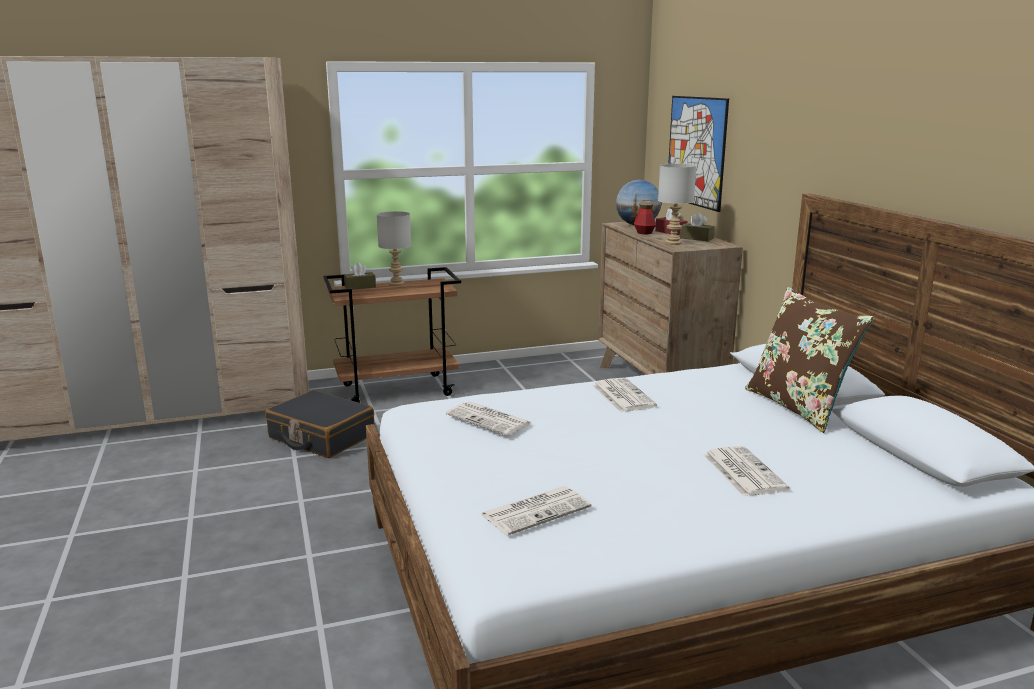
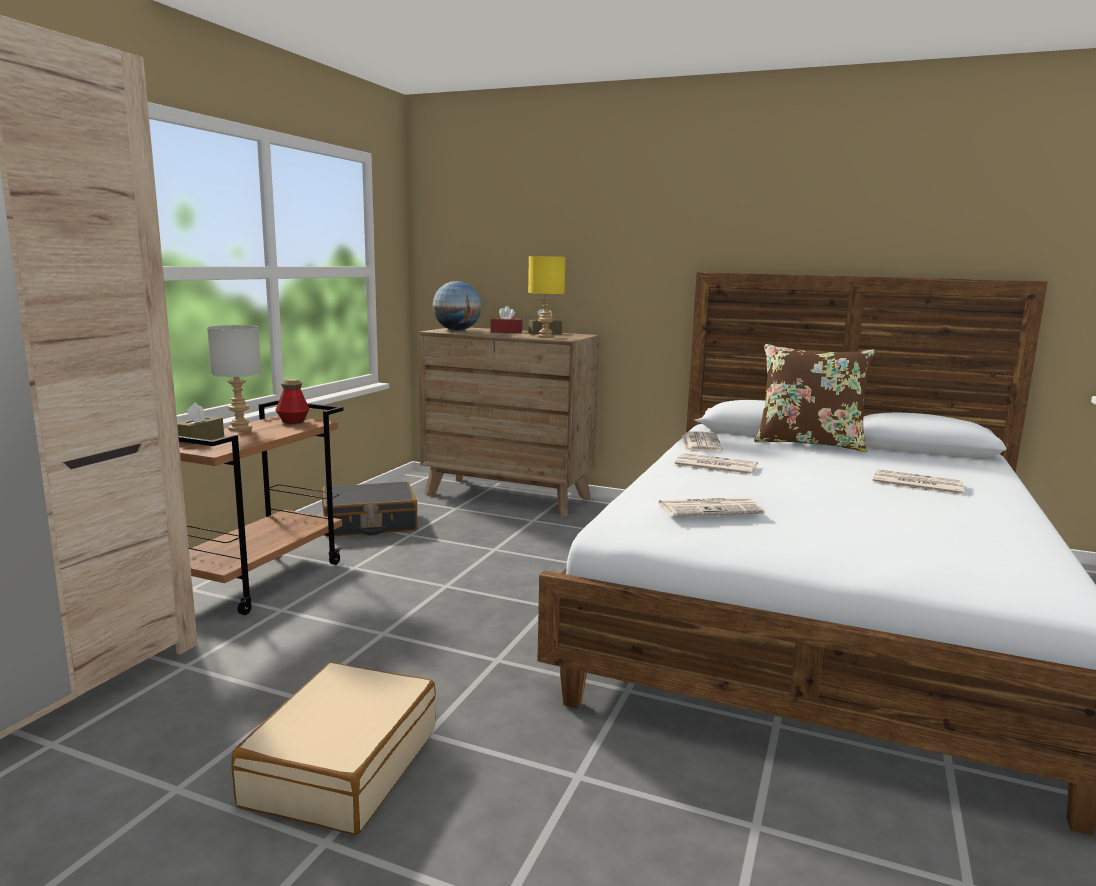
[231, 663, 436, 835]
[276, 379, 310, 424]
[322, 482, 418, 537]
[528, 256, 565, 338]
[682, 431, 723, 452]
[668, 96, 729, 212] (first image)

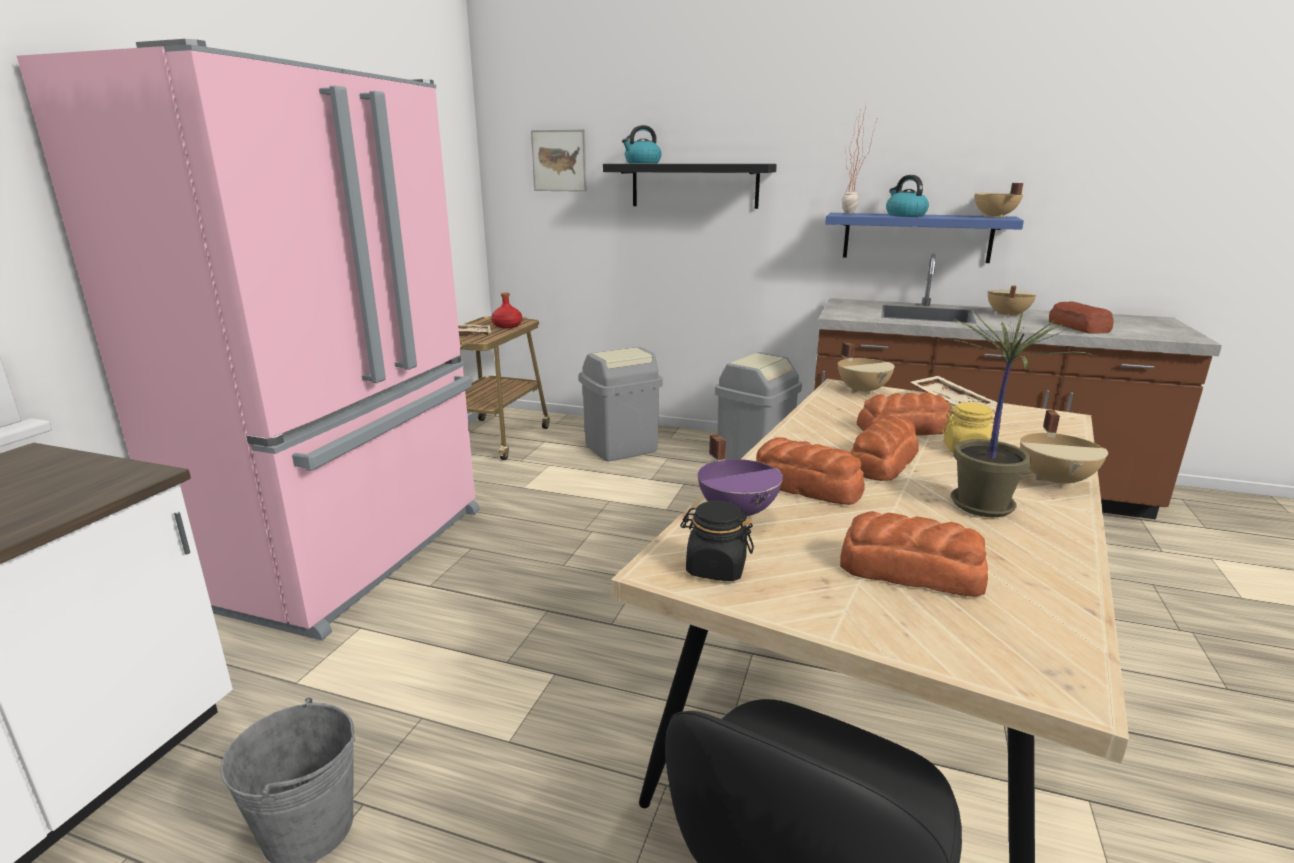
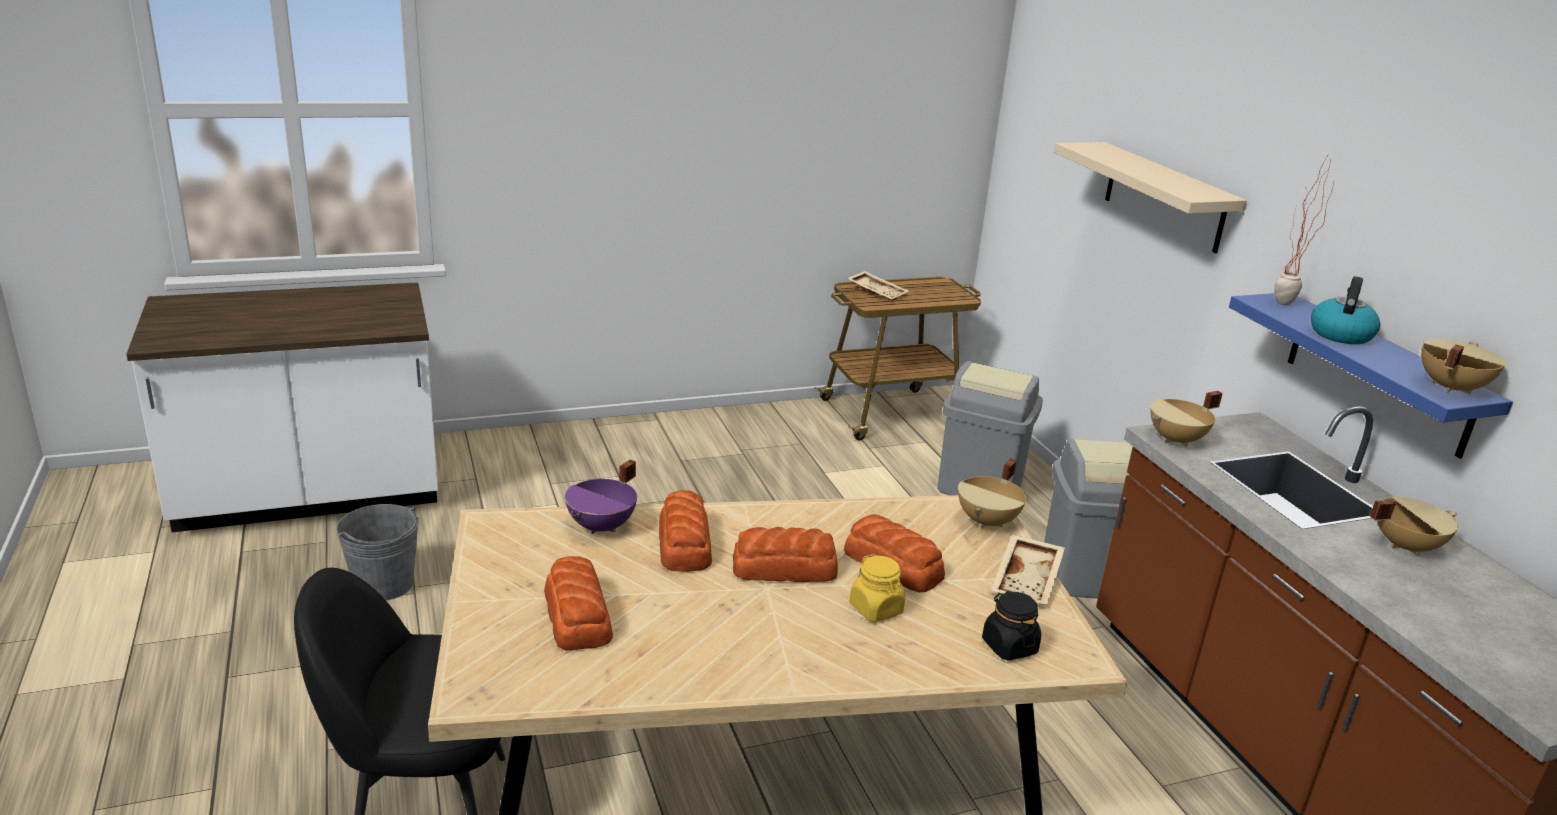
[982, 591, 1041, 660]
[1054, 142, 1247, 253]
[1150, 391, 1223, 447]
[17, 39, 480, 640] (first image)
[491, 293, 522, 328] (first image)
[531, 129, 587, 192] (first image)
[622, 125, 662, 163] (first image)
[948, 312, 1099, 517] (first image)
[1049, 302, 1114, 334] (first image)

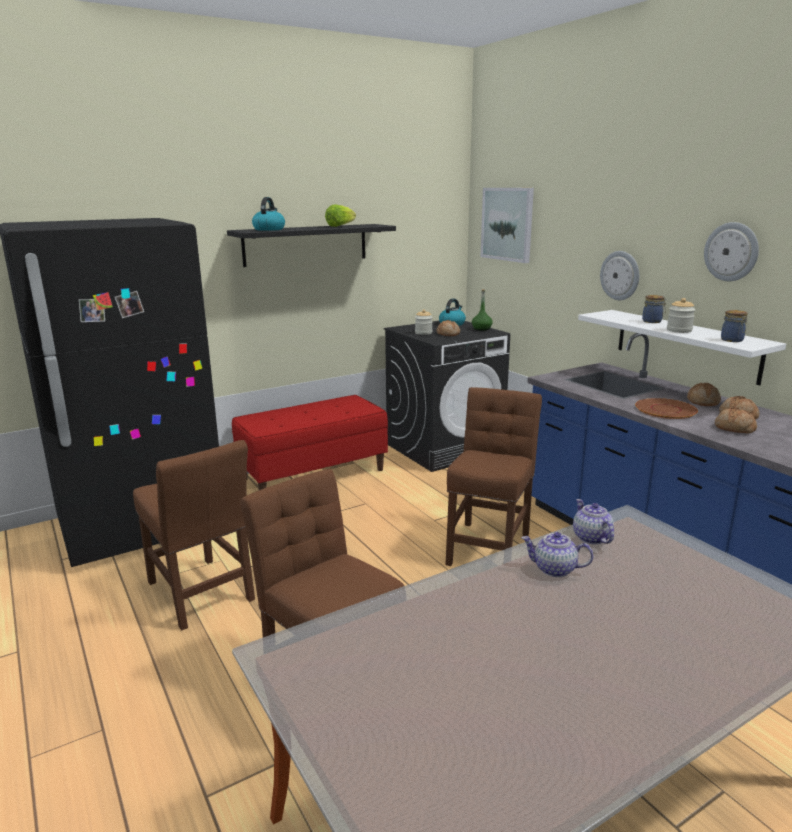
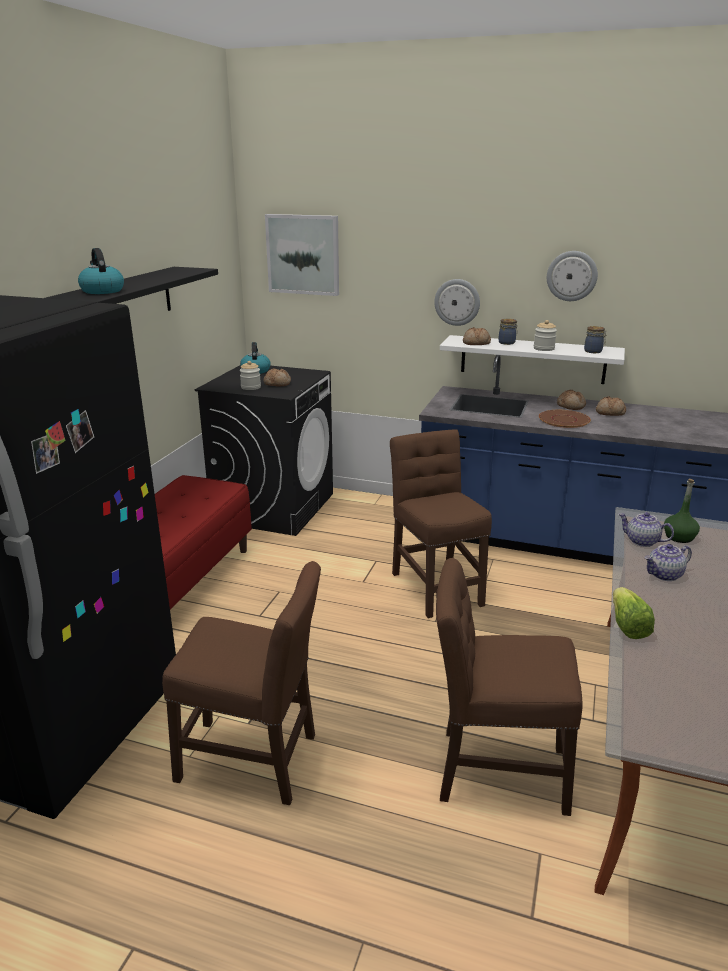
[463, 327, 491, 345]
[613, 587, 655, 639]
[664, 479, 700, 543]

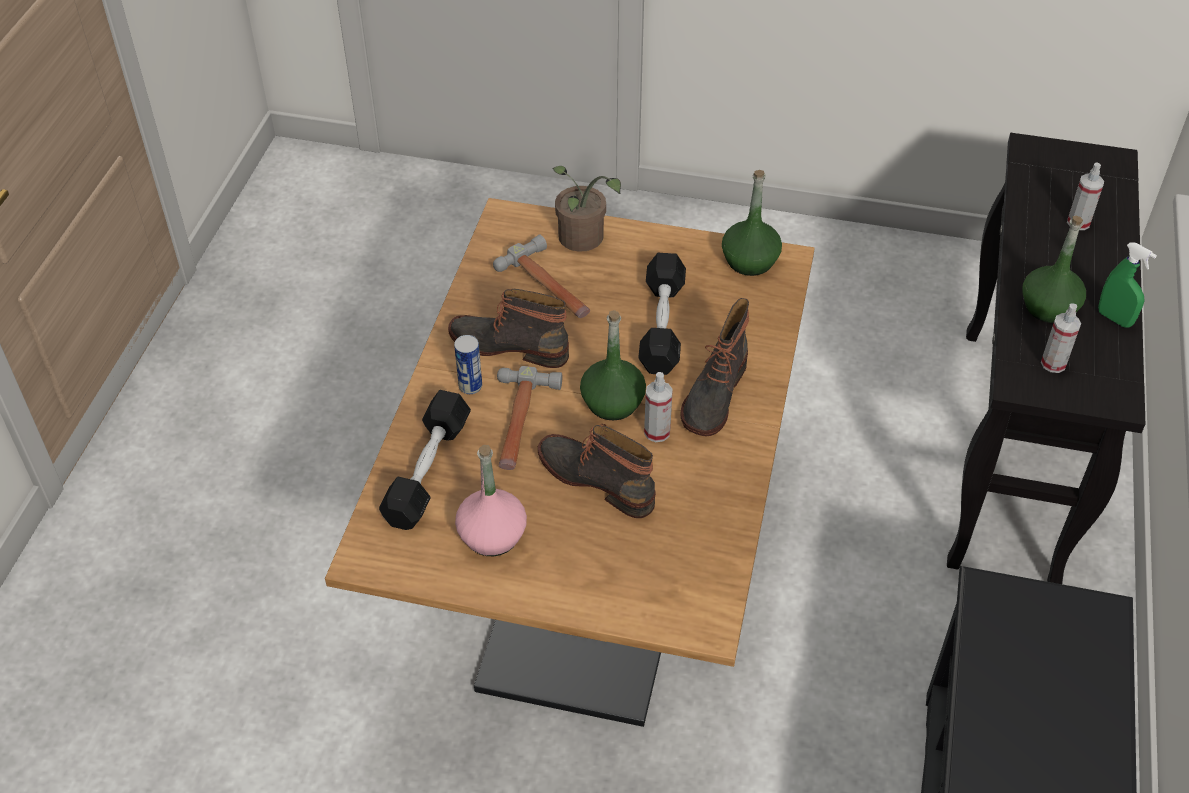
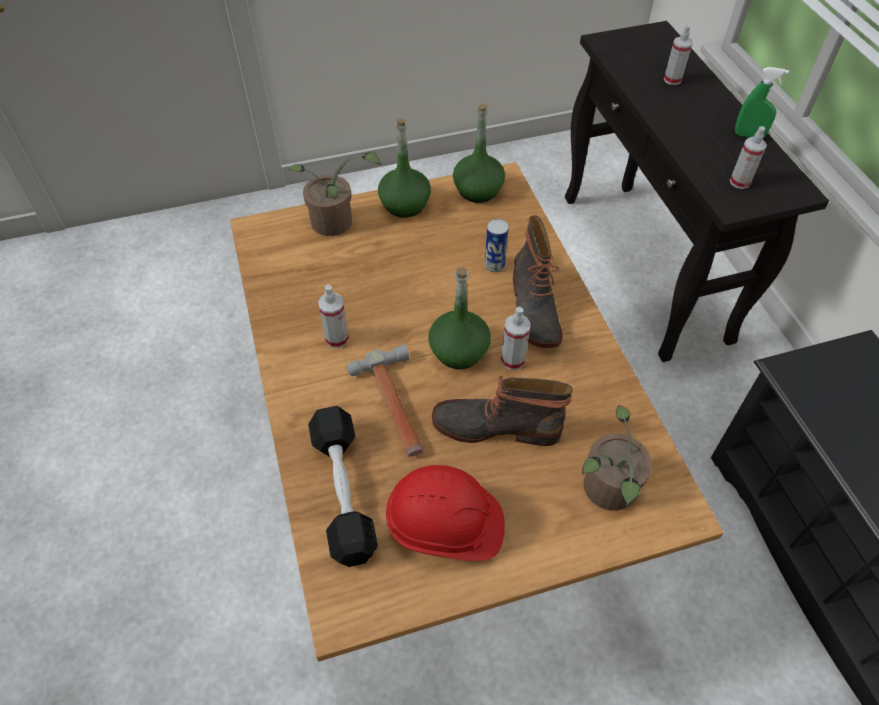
[318, 285, 349, 348]
[378, 118, 431, 218]
[386, 465, 505, 561]
[484, 219, 509, 272]
[582, 406, 652, 511]
[493, 235, 590, 318] (first image)
[638, 253, 686, 375] (first image)

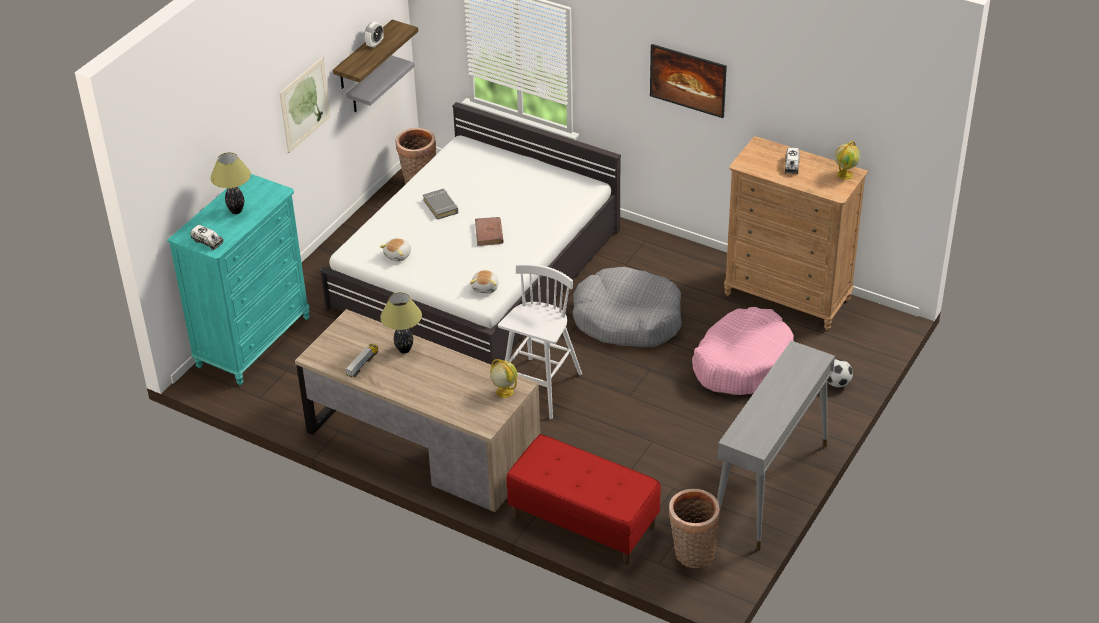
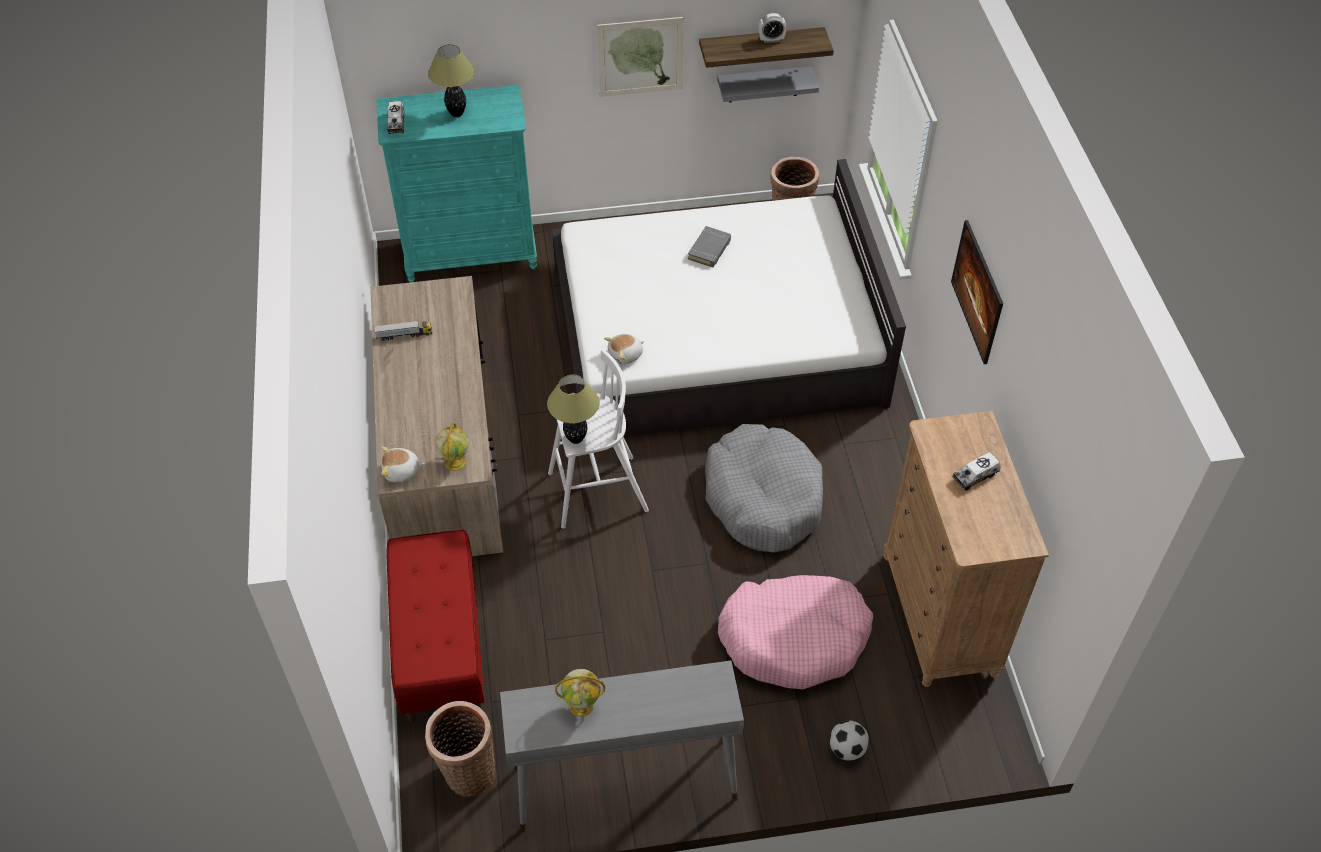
[381, 447, 424, 482]
[547, 374, 600, 444]
[555, 669, 605, 717]
[475, 217, 504, 246] (first image)

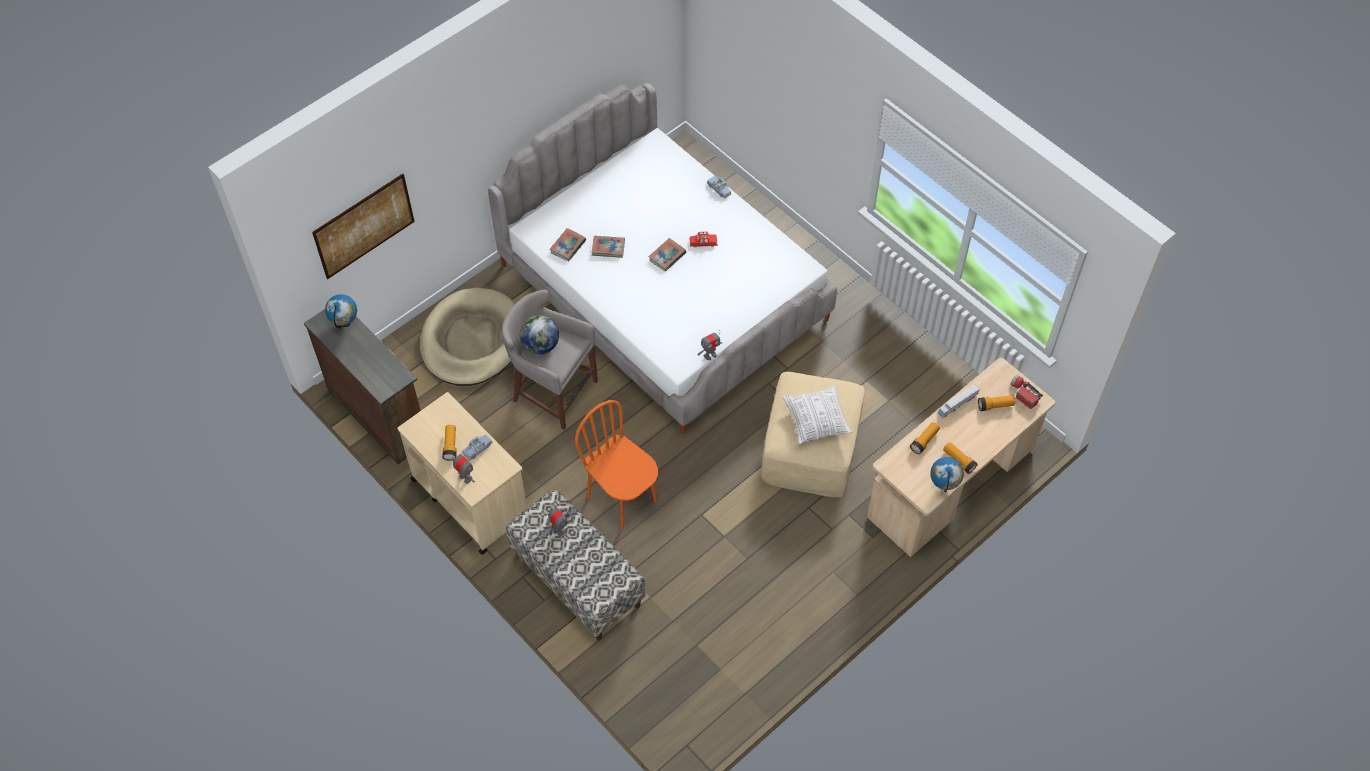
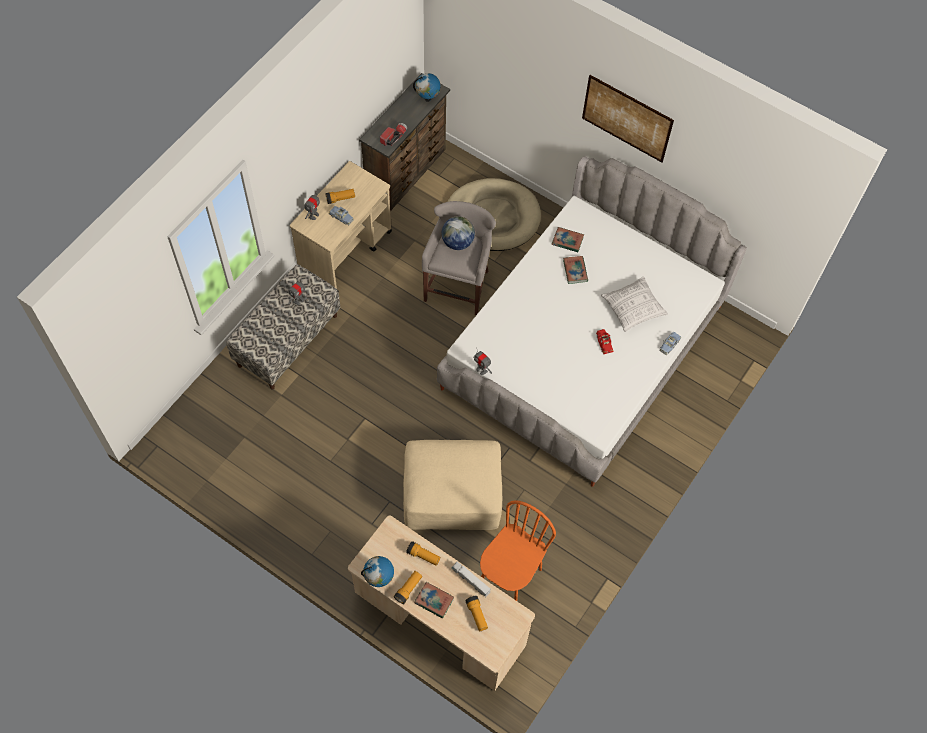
[380, 123, 407, 146]
[414, 582, 454, 619]
[480, 500, 556, 601]
[582, 75, 674, 162]
[601, 276, 668, 332]

